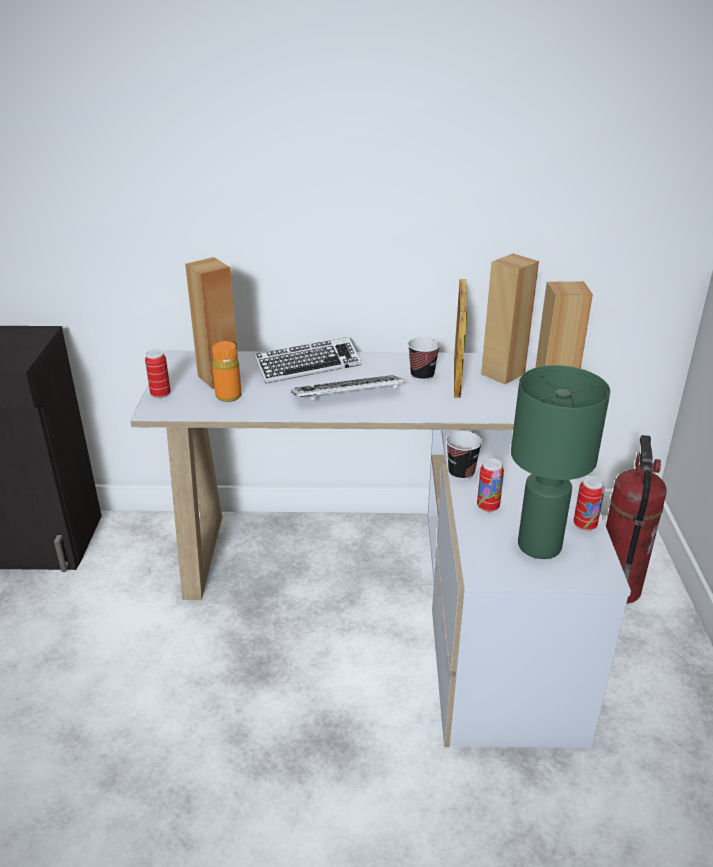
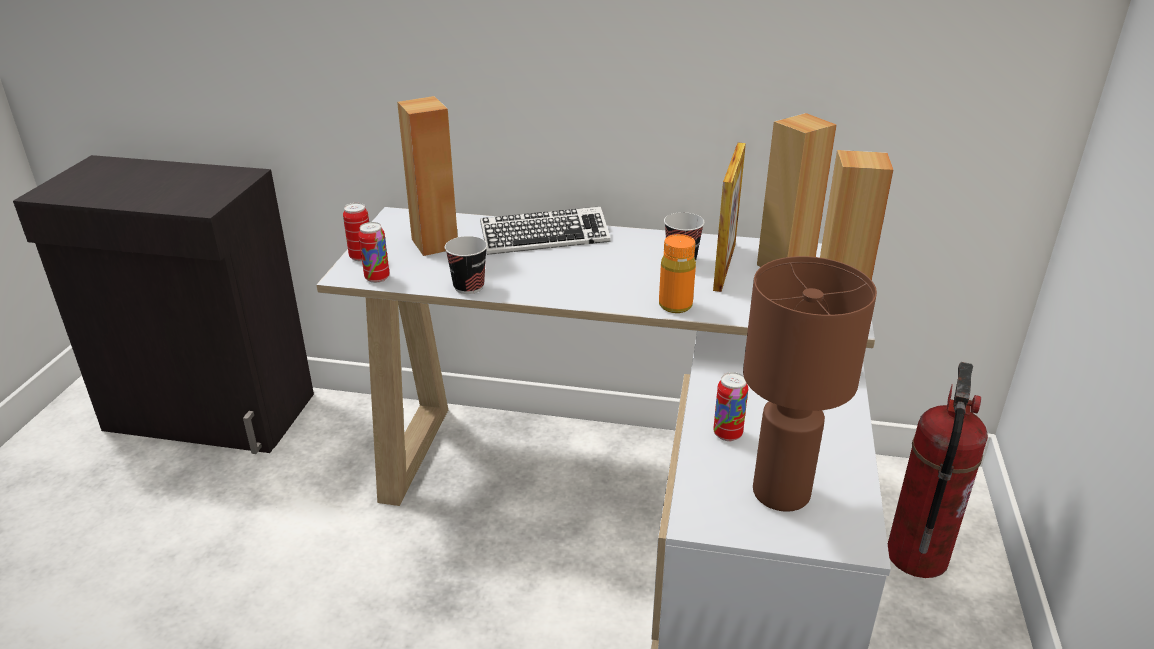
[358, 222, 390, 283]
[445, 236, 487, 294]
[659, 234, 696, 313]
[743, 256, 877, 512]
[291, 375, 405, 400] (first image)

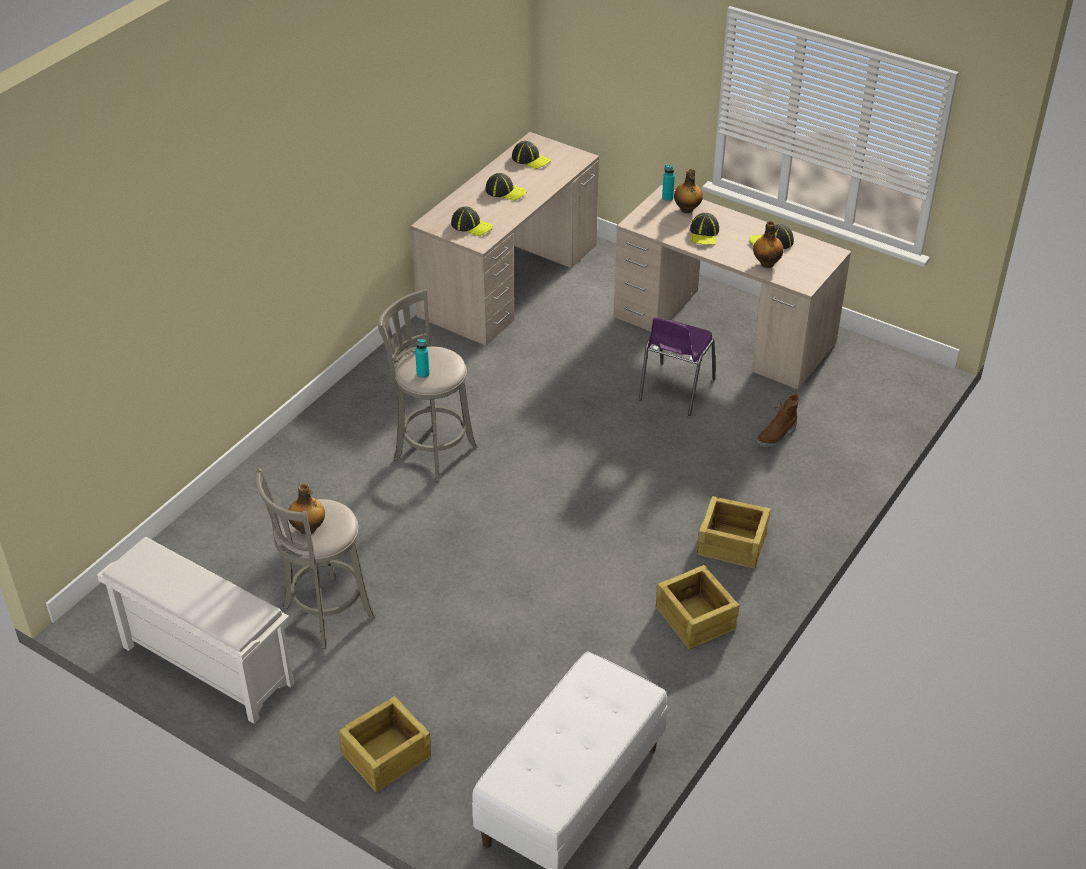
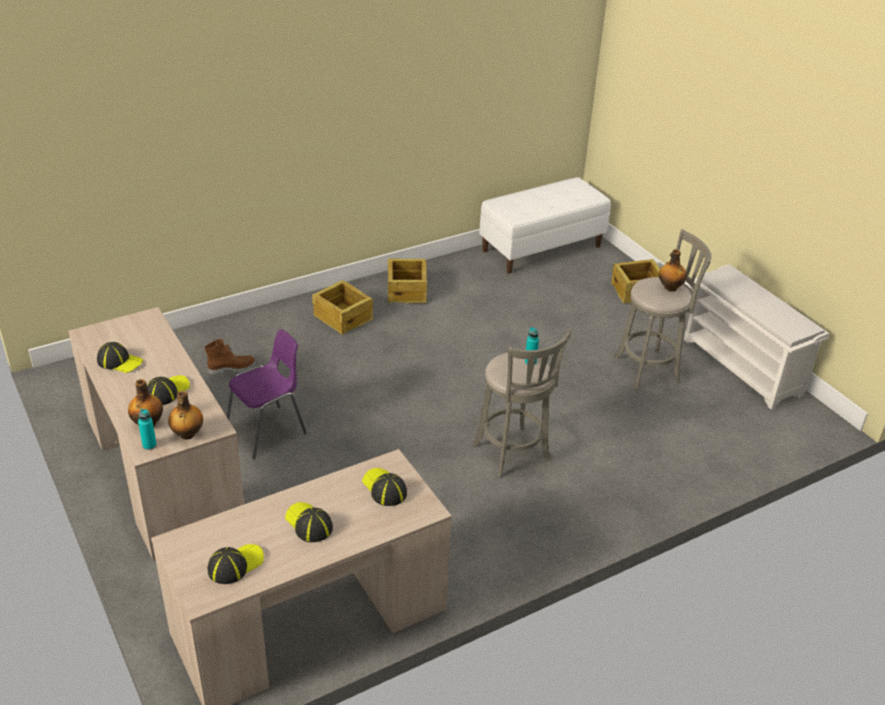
[168, 391, 203, 440]
[208, 544, 264, 584]

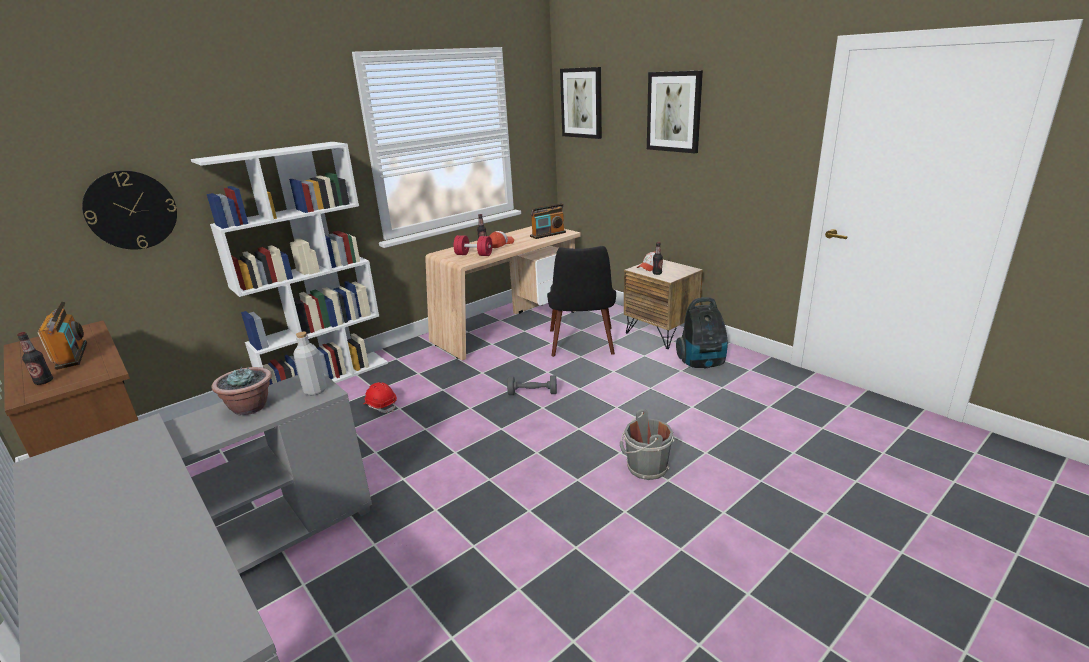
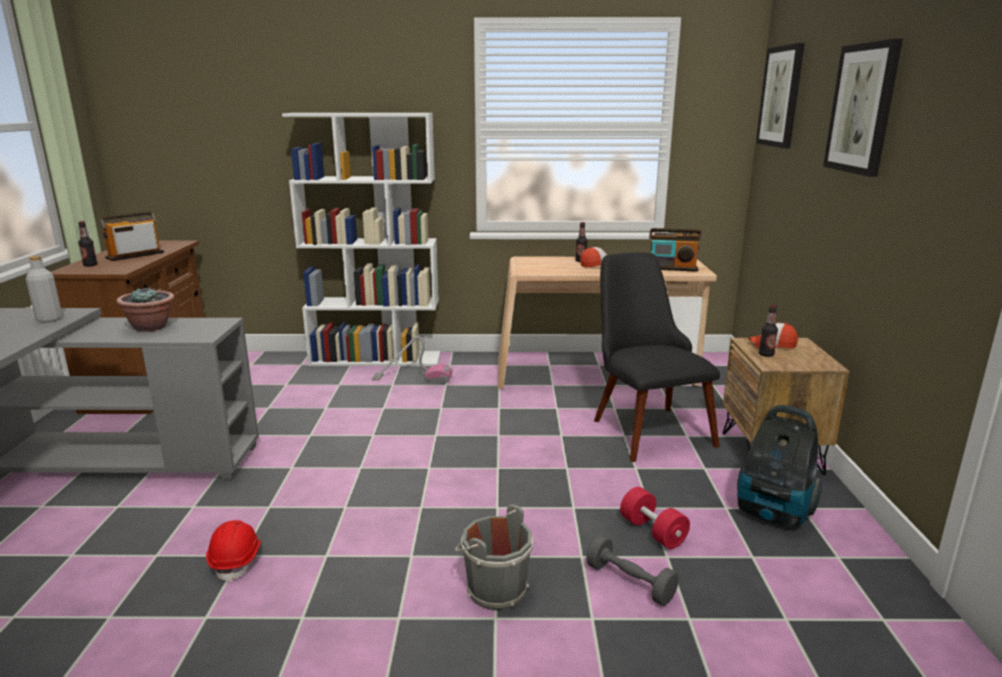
[26, 256, 62, 323]
[100, 211, 164, 261]
[206, 520, 261, 582]
[372, 336, 453, 384]
[586, 535, 679, 606]
[594, 252, 720, 462]
[620, 487, 690, 549]
[82, 171, 177, 250] (first image)

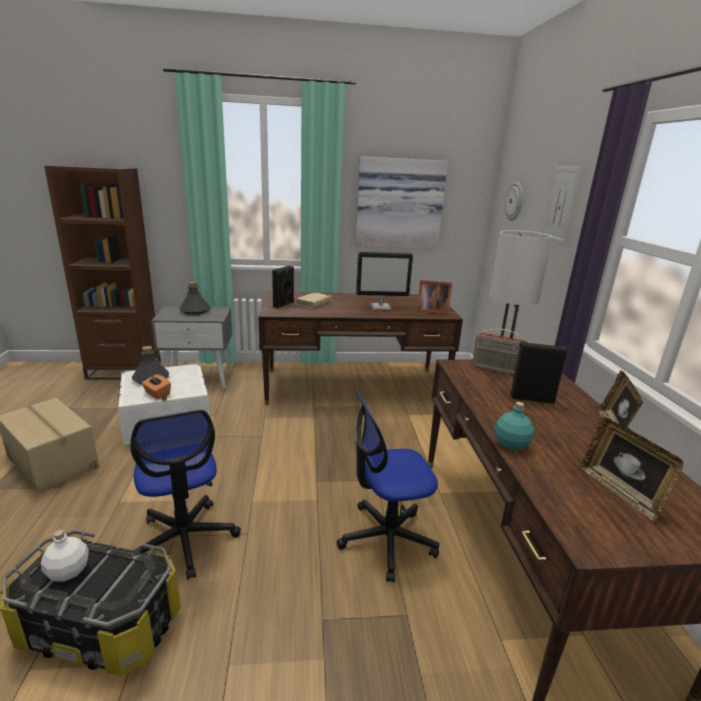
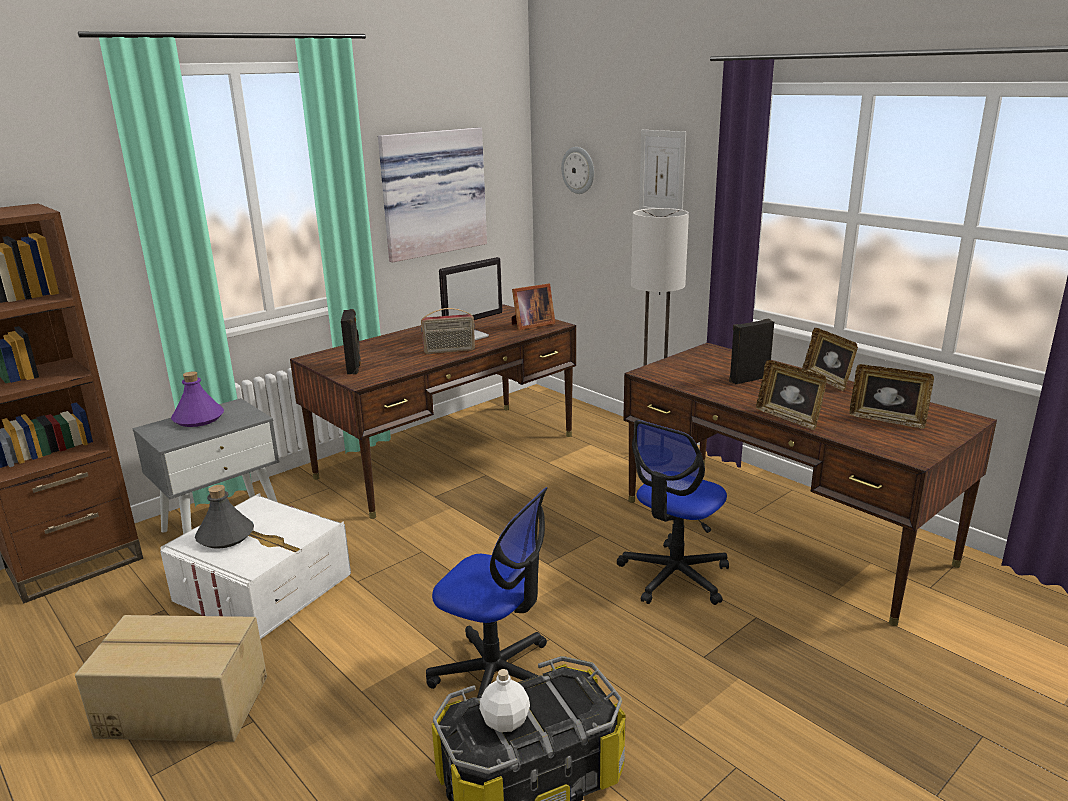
[171, 371, 224, 427]
[421, 308, 475, 354]
[756, 360, 827, 430]
[142, 374, 171, 399] (first image)
[296, 292, 331, 308] (first image)

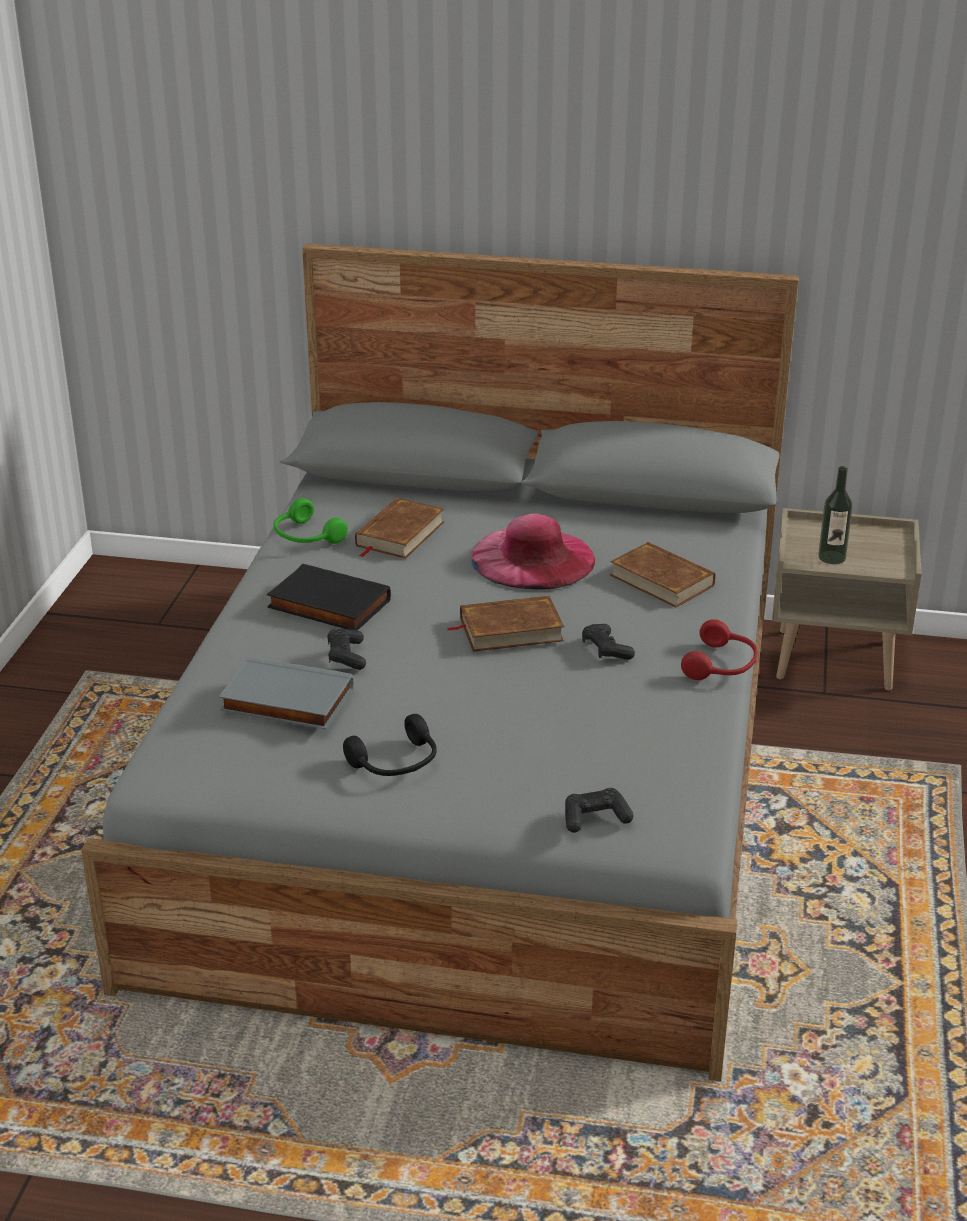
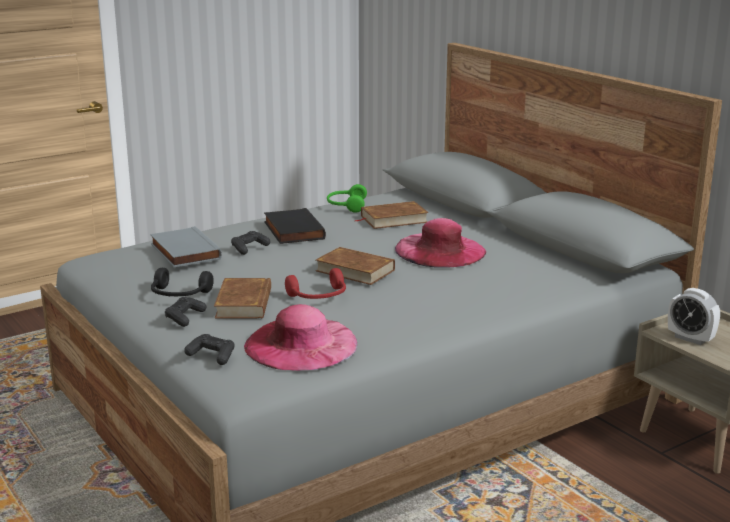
[165, 297, 206, 327]
[214, 278, 271, 318]
[244, 304, 357, 371]
[285, 268, 346, 299]
[668, 288, 720, 345]

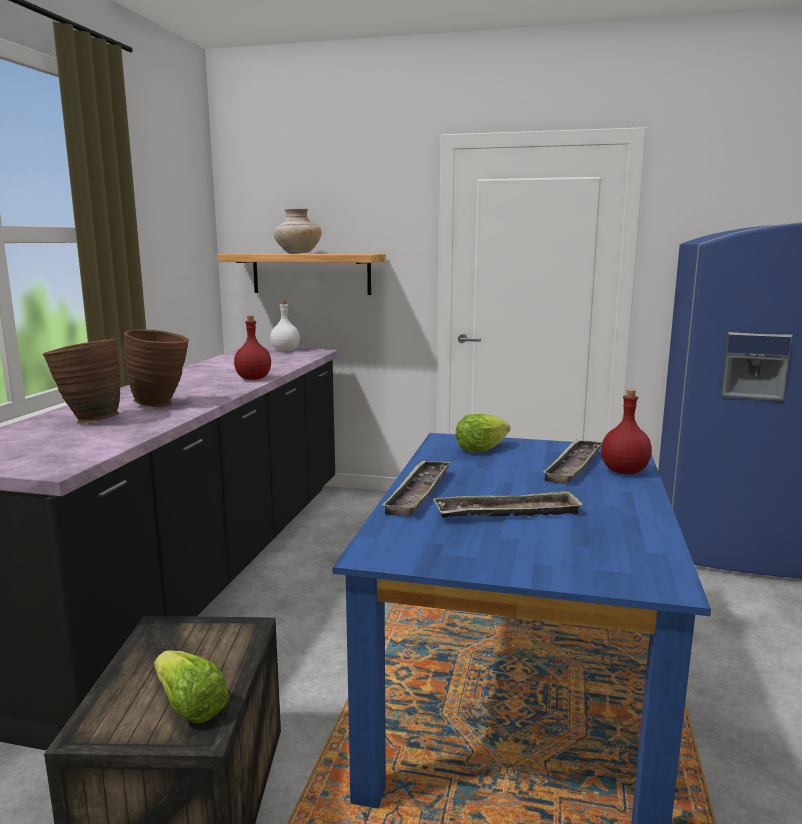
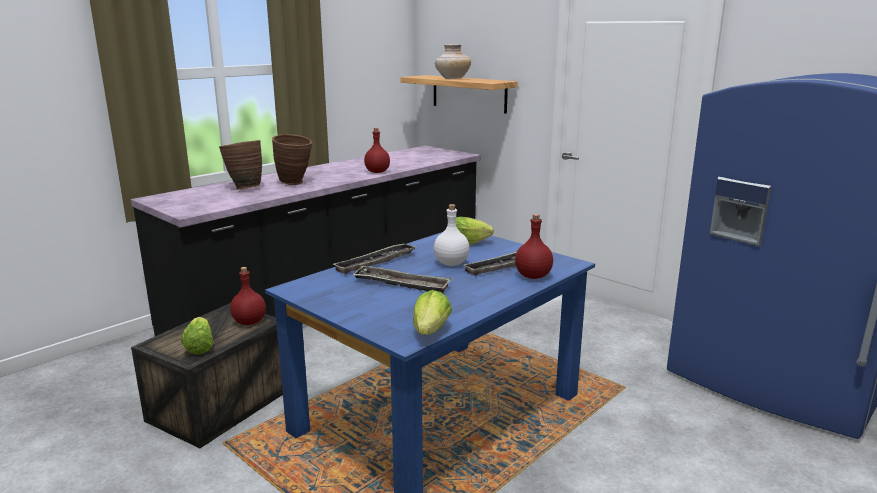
[230, 267, 266, 325]
[413, 290, 452, 335]
[434, 204, 470, 266]

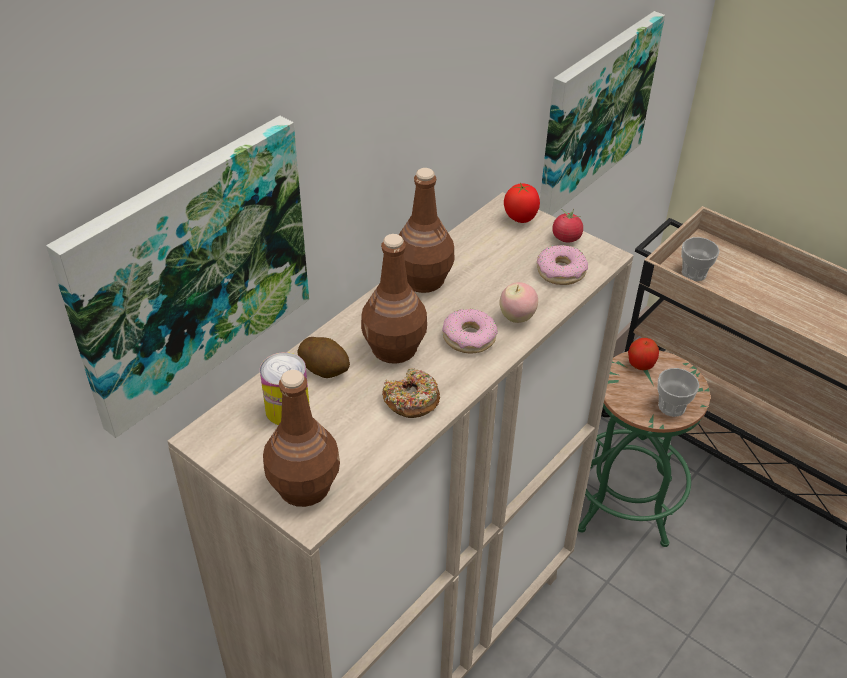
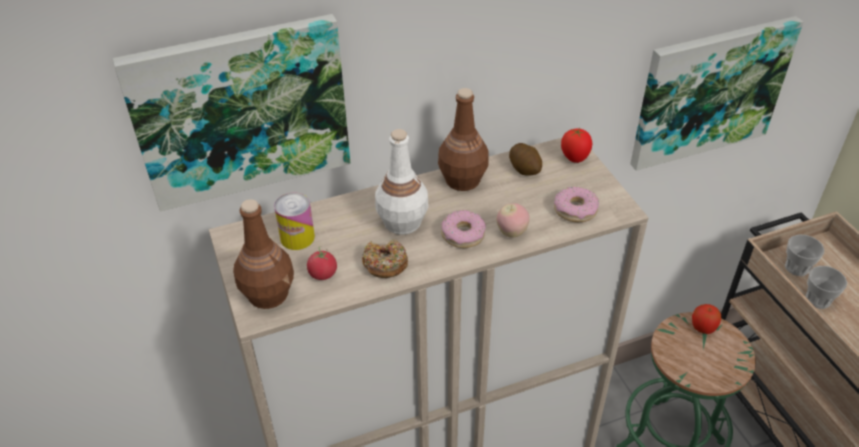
[307, 246, 337, 280]
[375, 129, 429, 235]
[509, 143, 542, 176]
[806, 266, 847, 309]

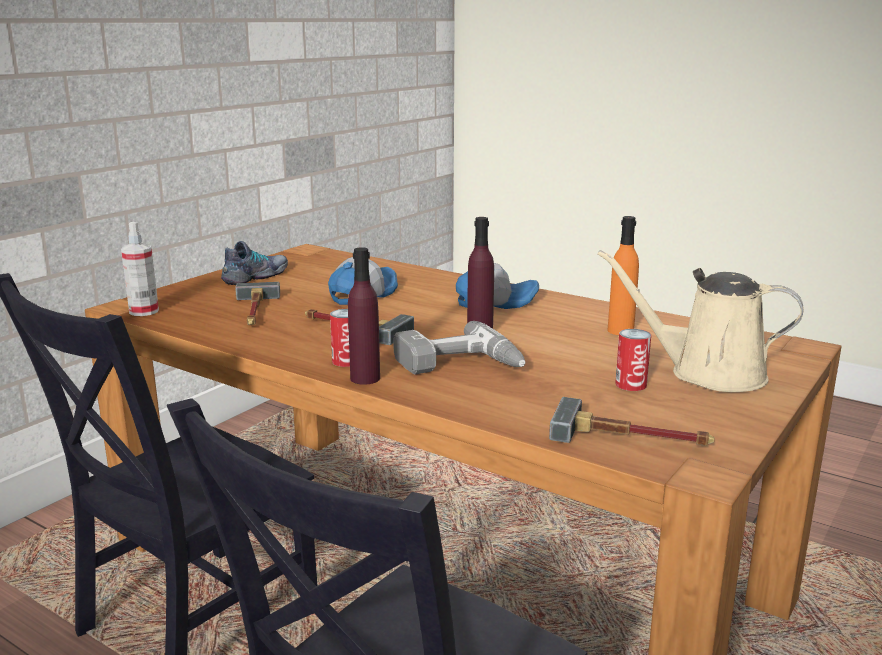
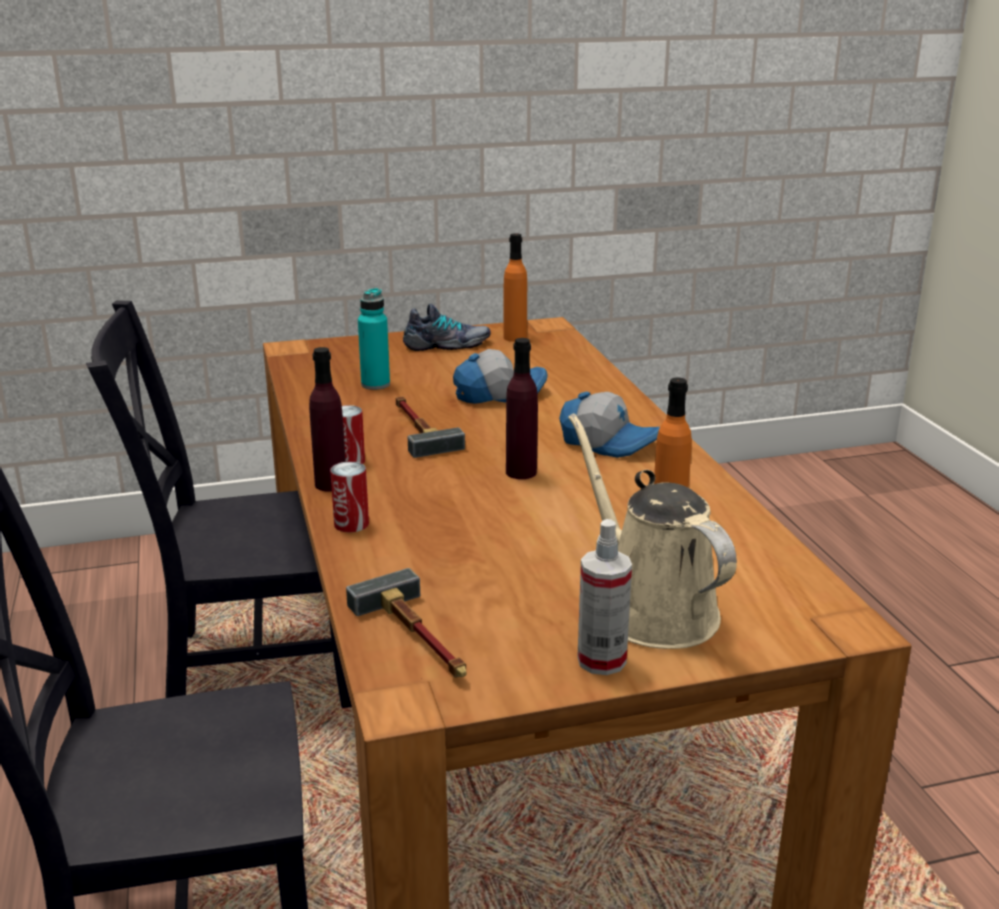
[330, 462, 369, 533]
[358, 288, 390, 390]
[503, 233, 527, 342]
[577, 519, 632, 675]
[393, 321, 525, 374] (first image)

